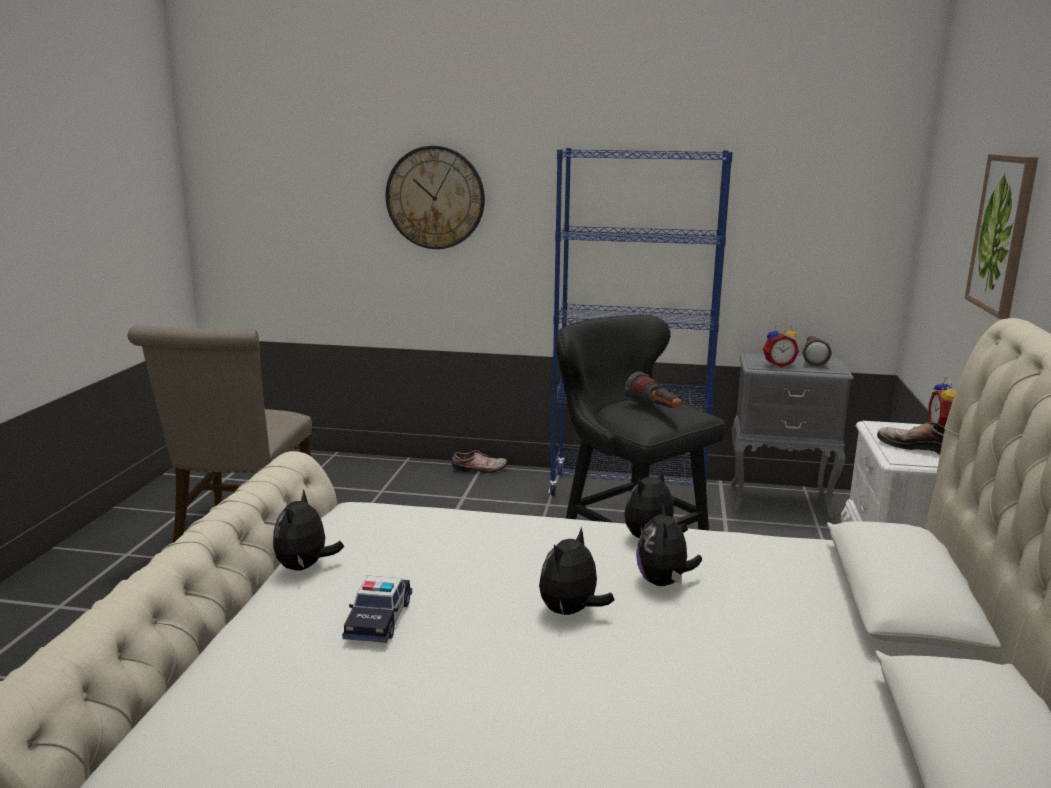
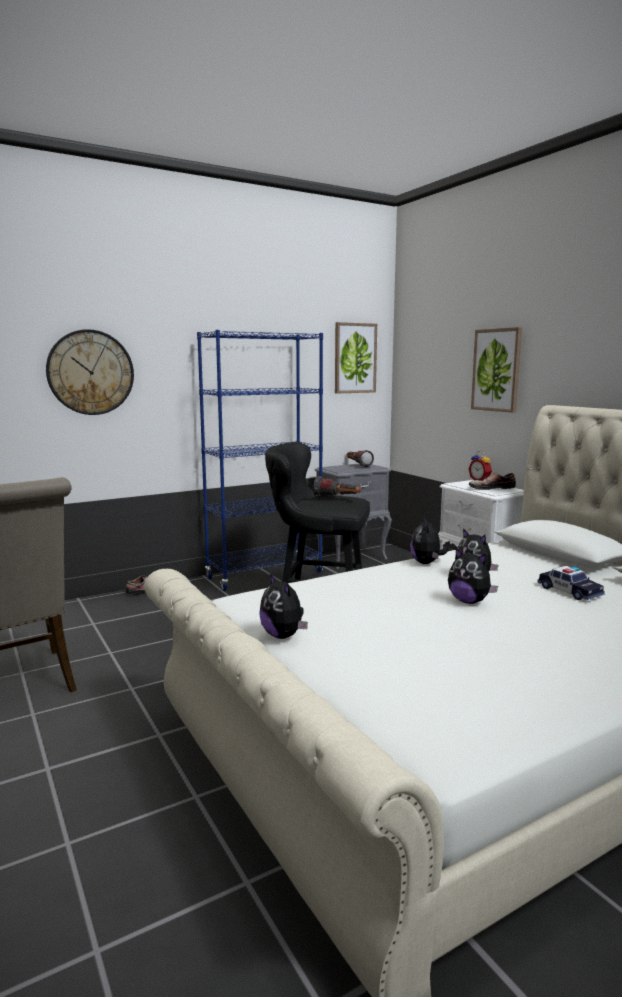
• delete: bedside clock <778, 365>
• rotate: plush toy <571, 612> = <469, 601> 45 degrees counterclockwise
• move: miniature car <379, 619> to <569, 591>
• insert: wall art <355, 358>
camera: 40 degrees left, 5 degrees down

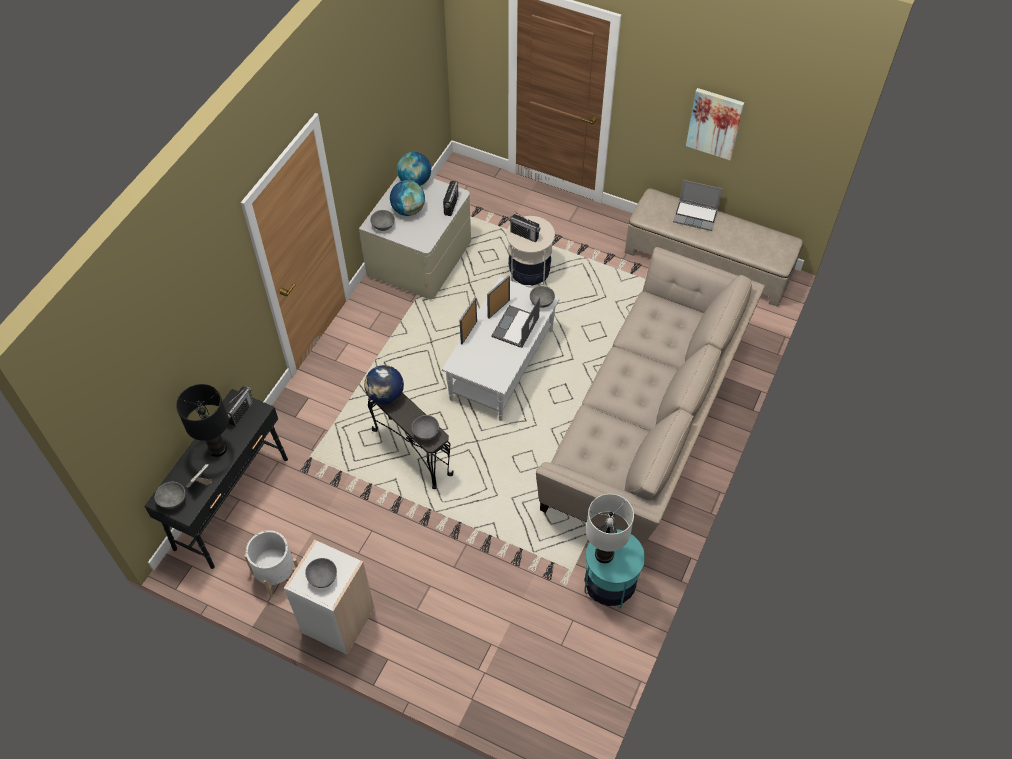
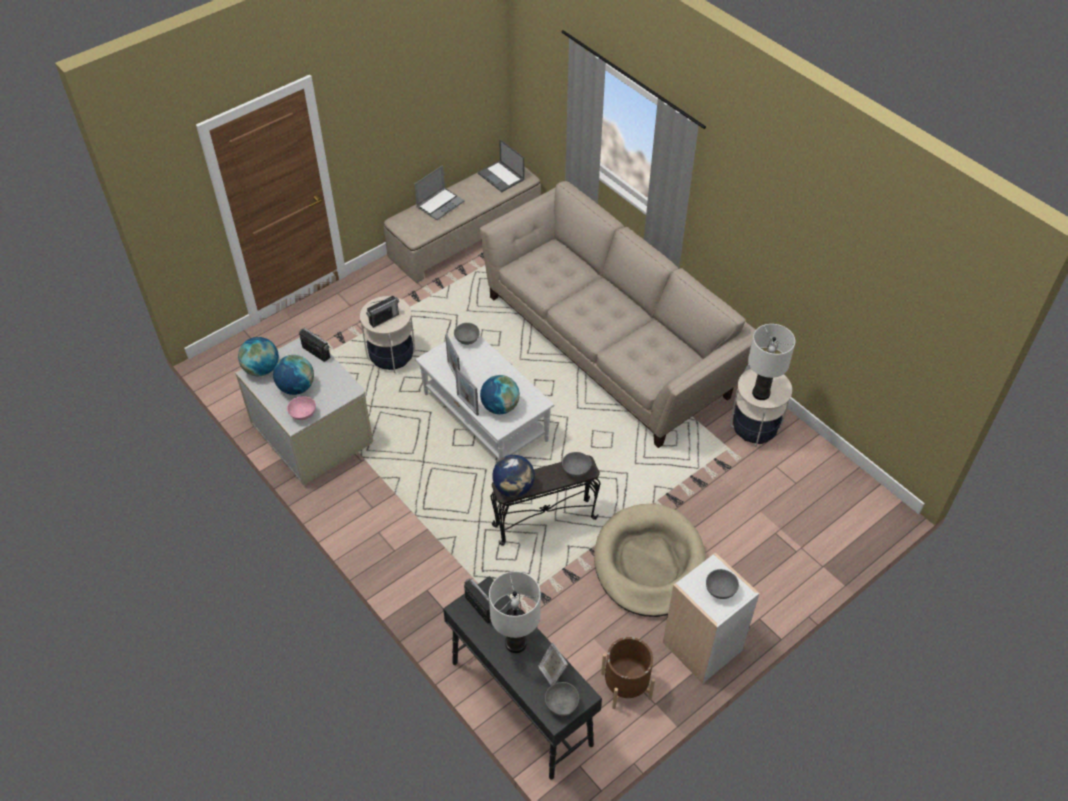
• delete: wall art <714, 123>
• recolor: deep dish (gray) <383, 227> to deep dish (pink) <303, 415>
• move: notebook computer <515, 327> to <501, 177>
• recolor: tabletop lamp (black-coloured) <217, 448> to tabletop lamp (whitish) <515, 643>
• recolor: accent table (blue-green) <609, 586> to accent table (sand-coloured) <754, 429>
• recolor: planter (whitish) <276, 573> to planter (brownish) <626, 685>
• insert: desk globe <500, 407>
• insert: dog bed (sand-coloured) <649, 563>
camera: 65 degrees left, 5 degrees down

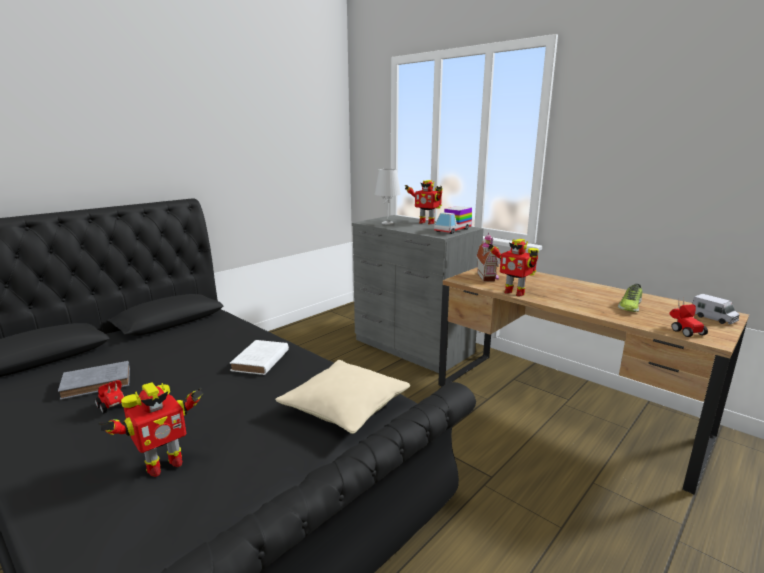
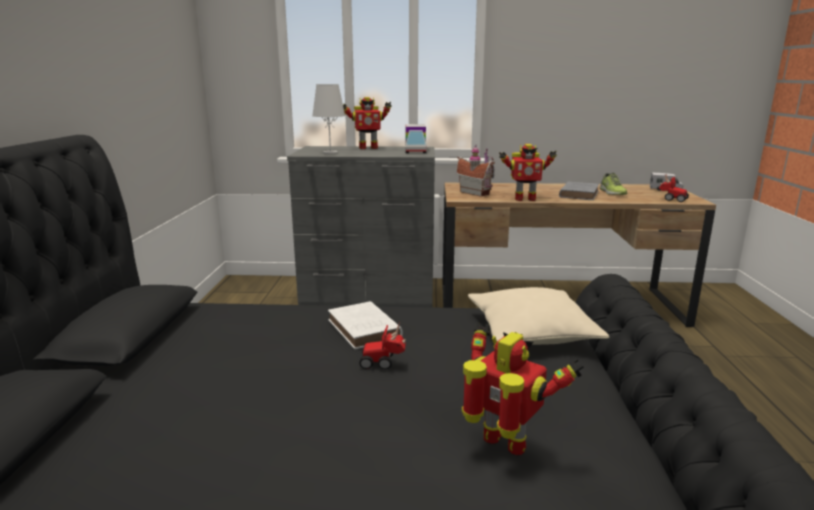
• move: bound book (gray) <99, 383> to <579, 194>
• move: miniature car <113, 407> to <383, 362>
• rotate: toy robot <163, 465> = <504, 446> 60 degrees counterclockwise
camera: 40 degrees left, 0 degrees up

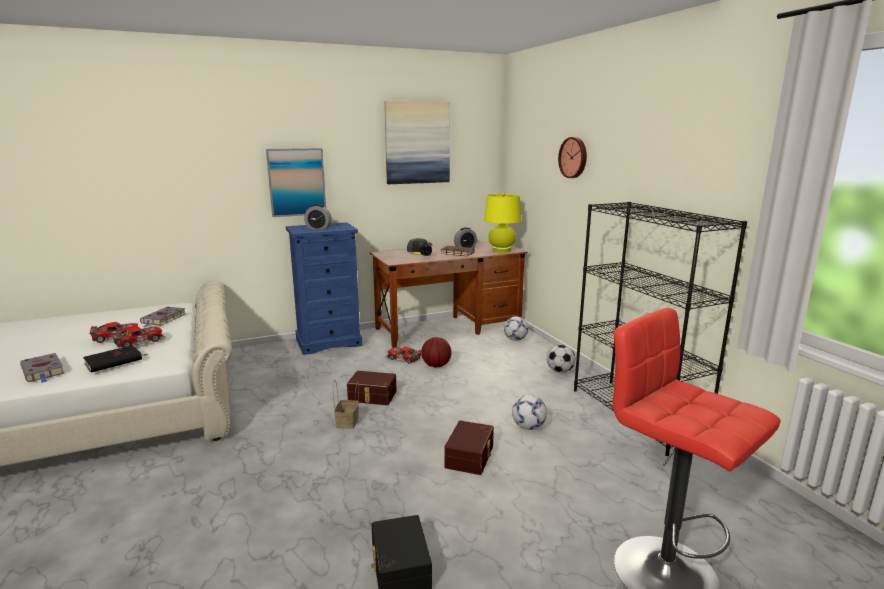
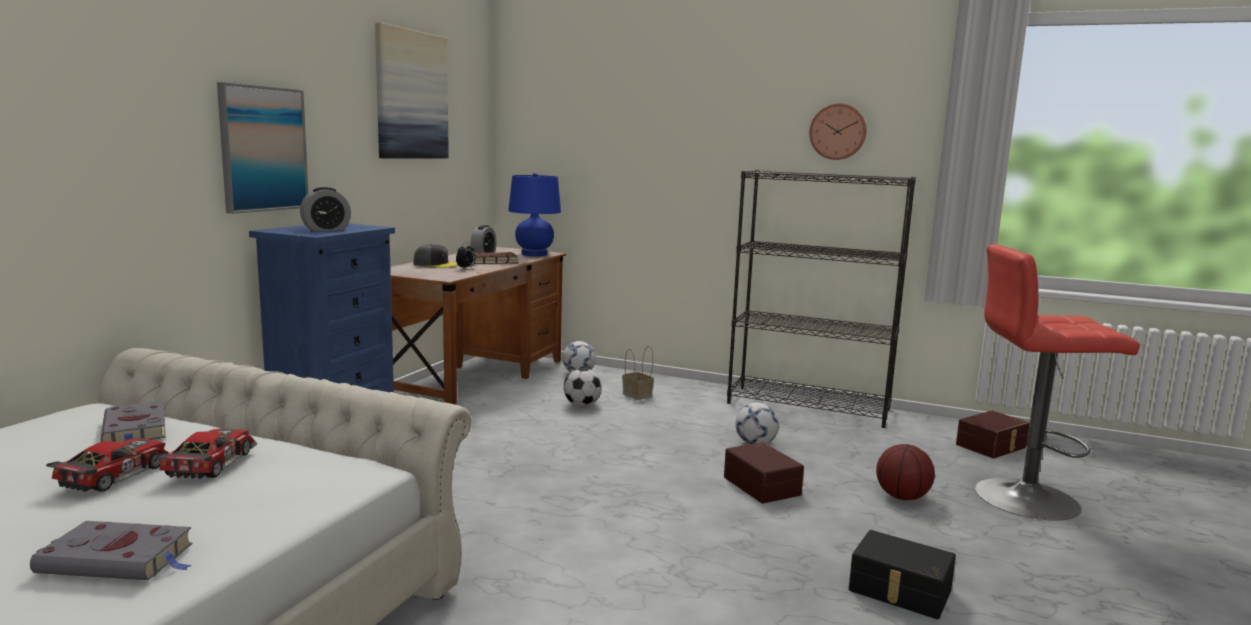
• move: wall clock <574, 157> to <838, 131>
• recolor: tabletop lamp (yellow-coloured) <501, 250> to tabletop lamp (blue) <534, 254>
• move: ball for basketball <436, 366> to <902, 497>
• delete: bound book (black-coloured) <115, 361>
• move: ball for football <560, 371> to <582, 405>
• delete: miniature car <403, 359>
• move: storage bin (brownish) <372, 396> to <992, 446>
• move: basket <347, 422> to <638, 395>
camera: 45 degrees left, 5 degrees down

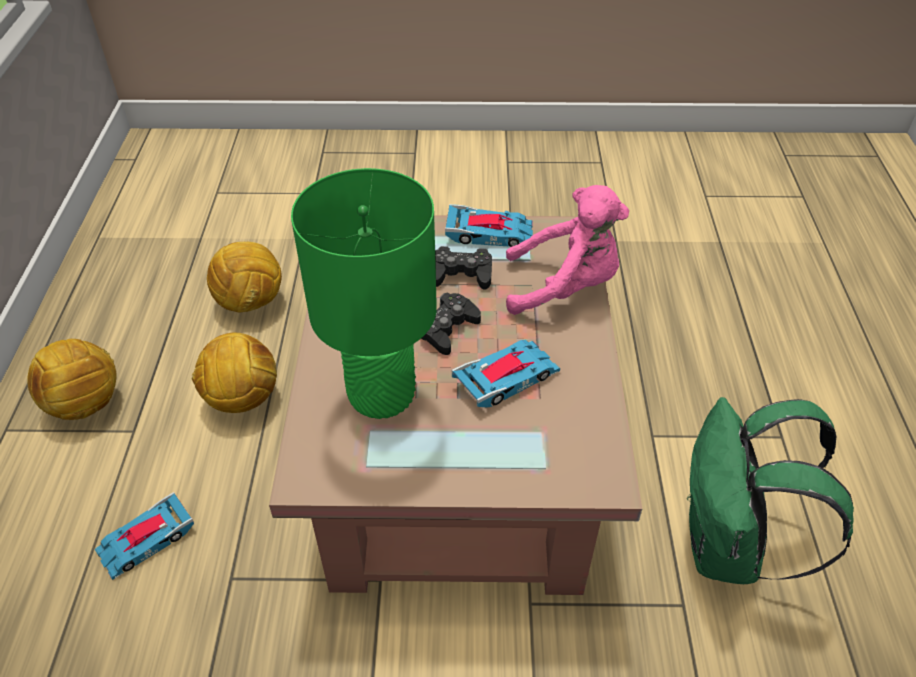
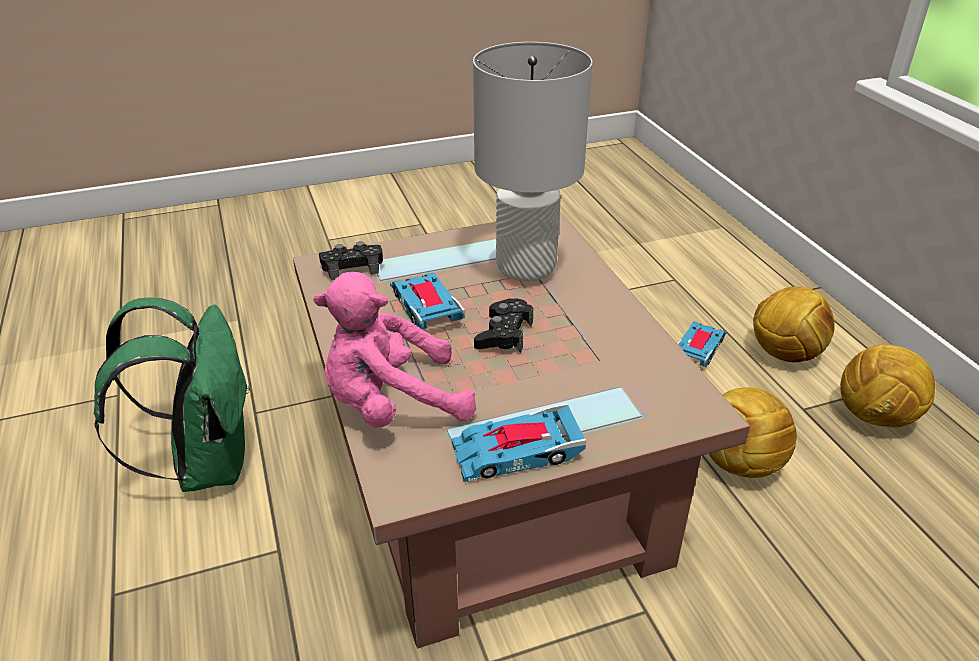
• recolor: tabletop lamp (green) <382, 400> to tabletop lamp (gray) <525, 270>
• move: ball for football <251, 302> to <784, 354>
• move: joypad (black-coloured) <461, 274> to <352, 266>
• rotate: miniature car <506, 377> = <426, 306> 120 degrees clockwise
camera: 160 degrees right, 10 degrees down

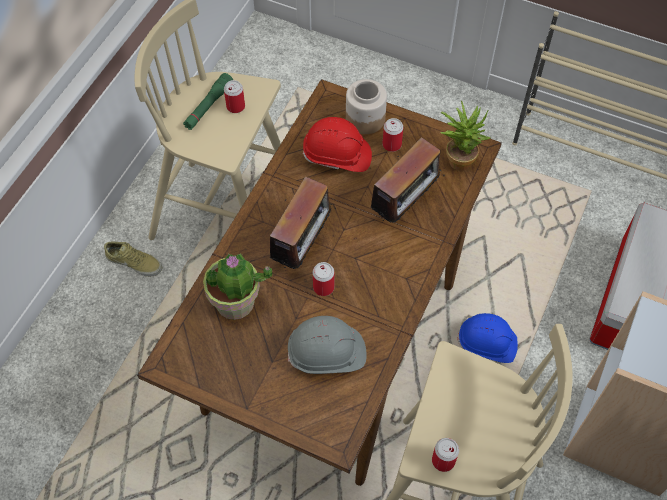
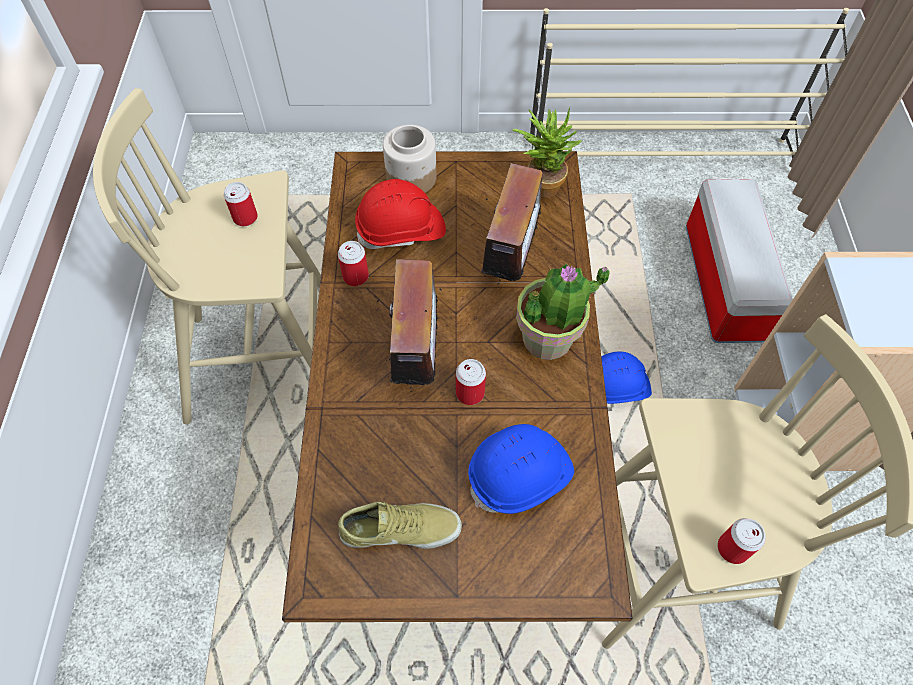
• delete: hand torch (green) <208, 106>
• move: sealed can <392, 144> to <355, 276>
• move: low shoe (sand-coloured) <135, 262> to <400, 528>
• move: plant in a pot <236, 303> to <548, 338>
• recolor: work helmet (gray) <327, 354> to work helmet (blue) <520, 475>
camera: 25 degrees left, 0 degrees up

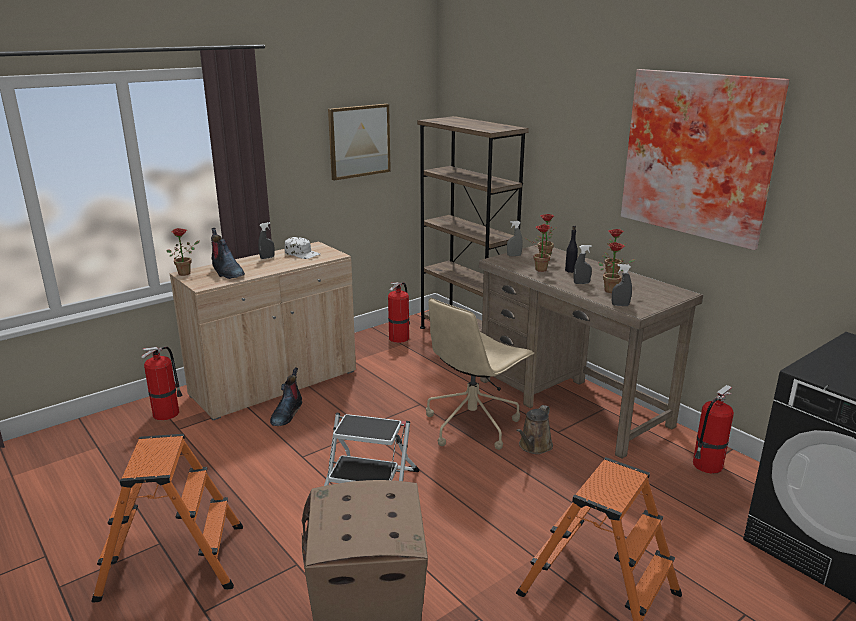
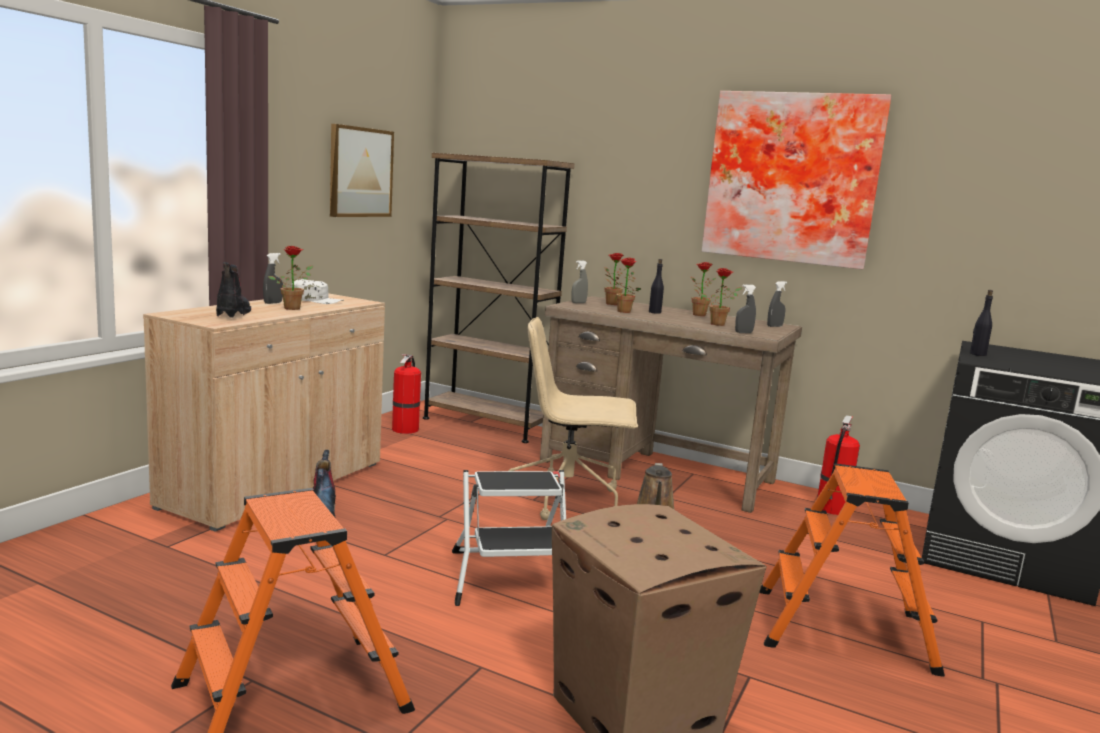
• move: plant in a pot <186, 273> to <294, 308>
• rotate: boot <226, 272> = <233, 313> 135 degrees counterclockwise
• move: hand sprayer (gray) <581, 283> to <774, 326>
• rotate: desk chair (sand-coloured) <474, 424> = <571, 500> 75 degrees clockwise
• delete: fire extinguisher <167, 413>
• insert: drink bottle (black-coloured) <977, 354>
camera: 25 degrees left, 10 degrees down

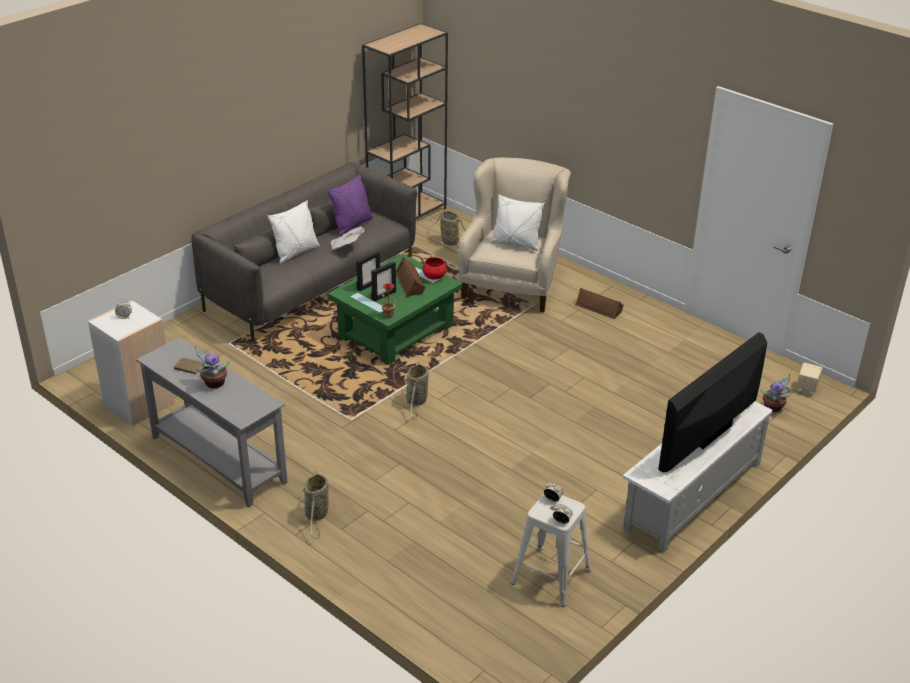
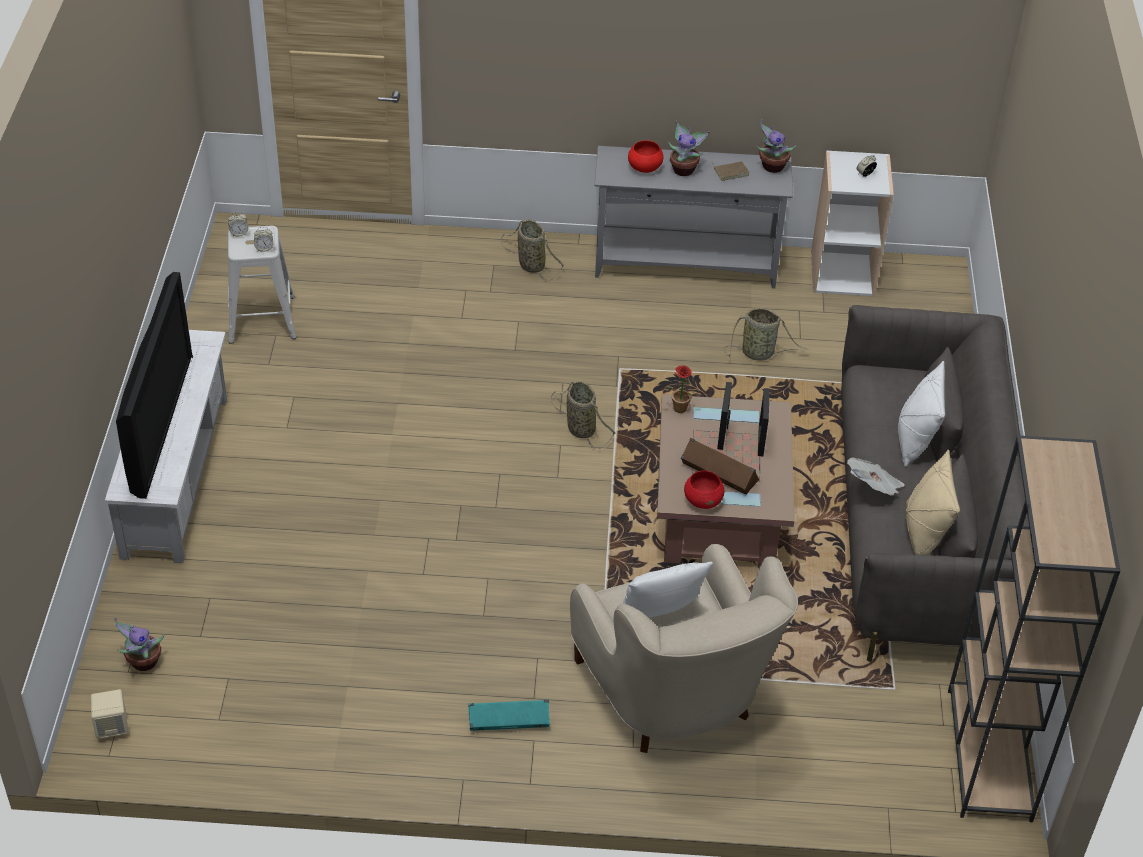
• recolor: cushion (purple-coloured) <352, 225> to cushion (sand-coloured) <923, 533>
• move: basket <448, 241> to <760, 353>
• recolor: low table (green) <396, 331> to low table (brownish) <719, 512>
• recolor: audio speaker (brownish) <599, 307> to audio speaker (blue-green) <508, 721>
• insert: plant in a pot <771, 166>
• insert: deep dish (red-coloured) <645, 168>
camera: 140 degrees right, 10 degrees up

